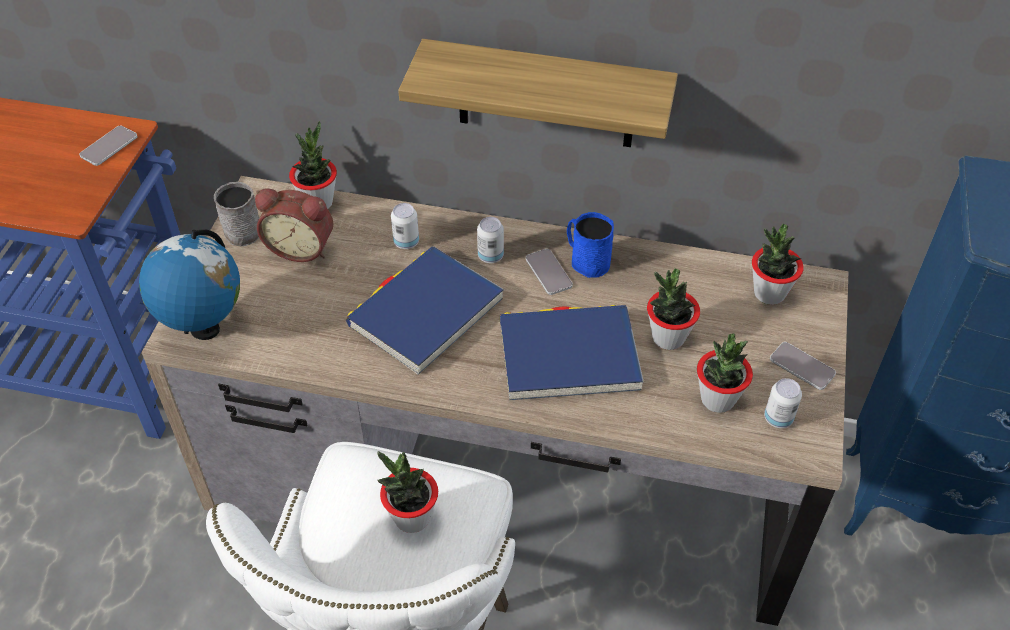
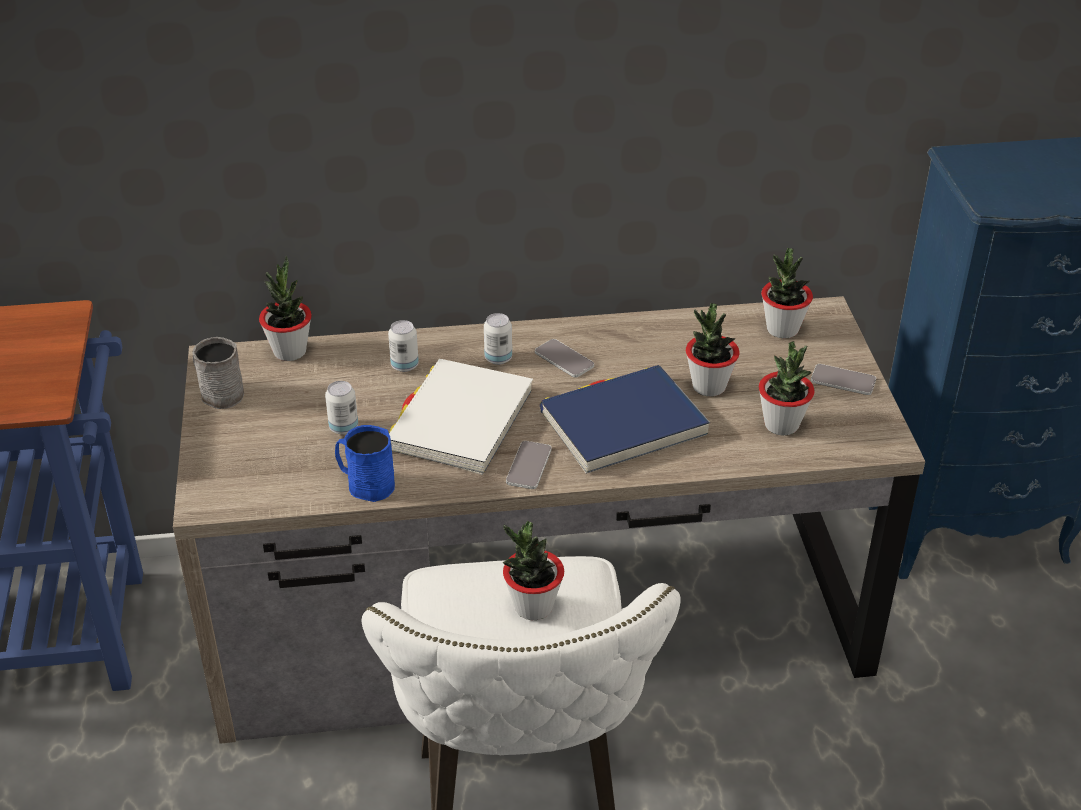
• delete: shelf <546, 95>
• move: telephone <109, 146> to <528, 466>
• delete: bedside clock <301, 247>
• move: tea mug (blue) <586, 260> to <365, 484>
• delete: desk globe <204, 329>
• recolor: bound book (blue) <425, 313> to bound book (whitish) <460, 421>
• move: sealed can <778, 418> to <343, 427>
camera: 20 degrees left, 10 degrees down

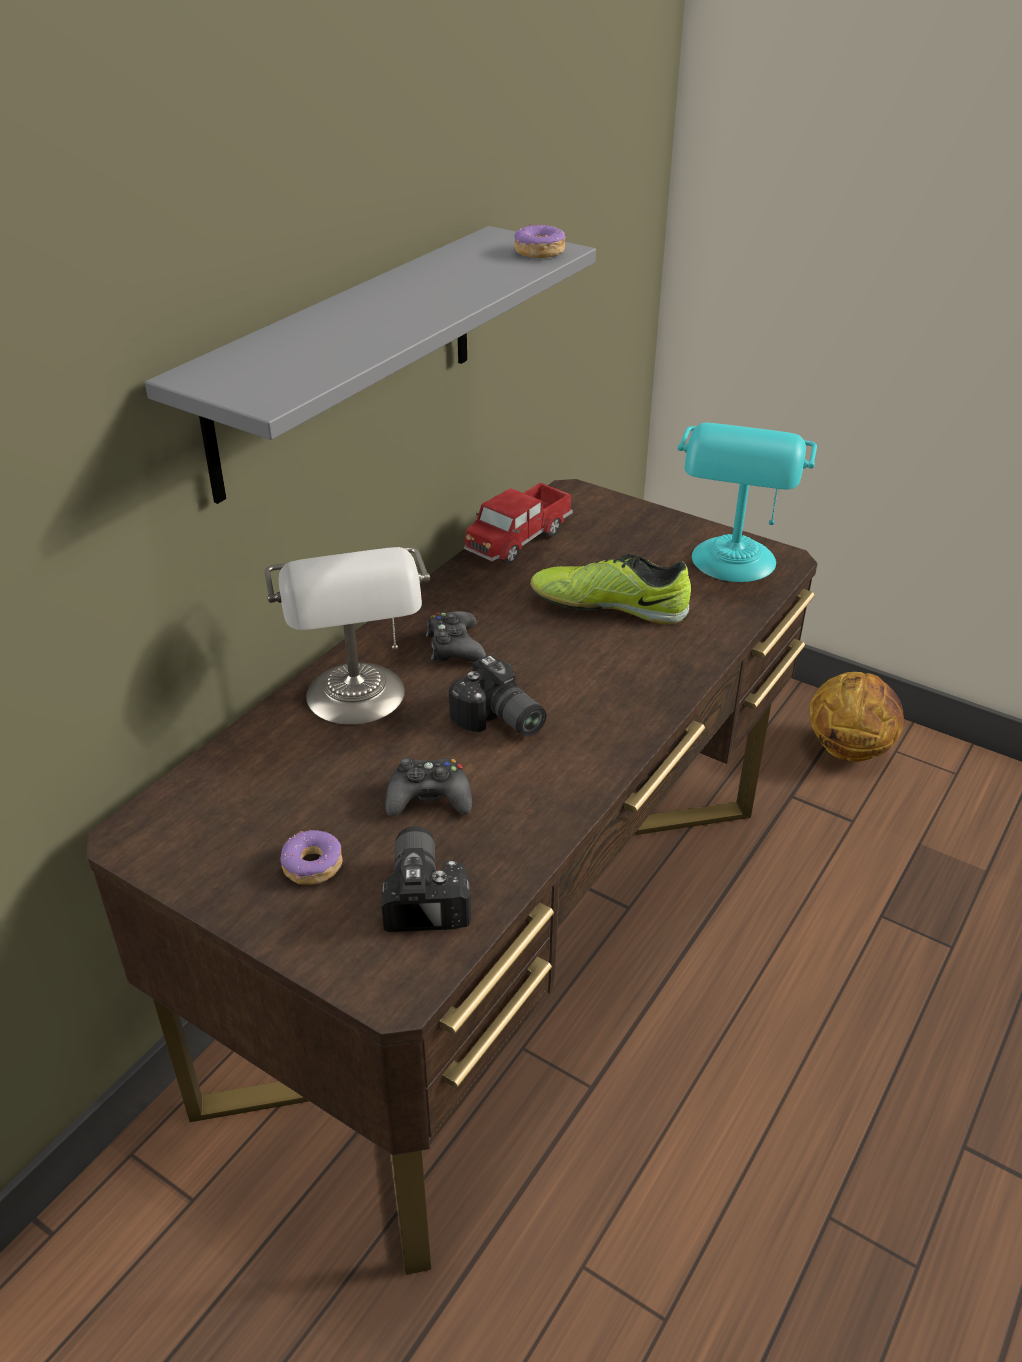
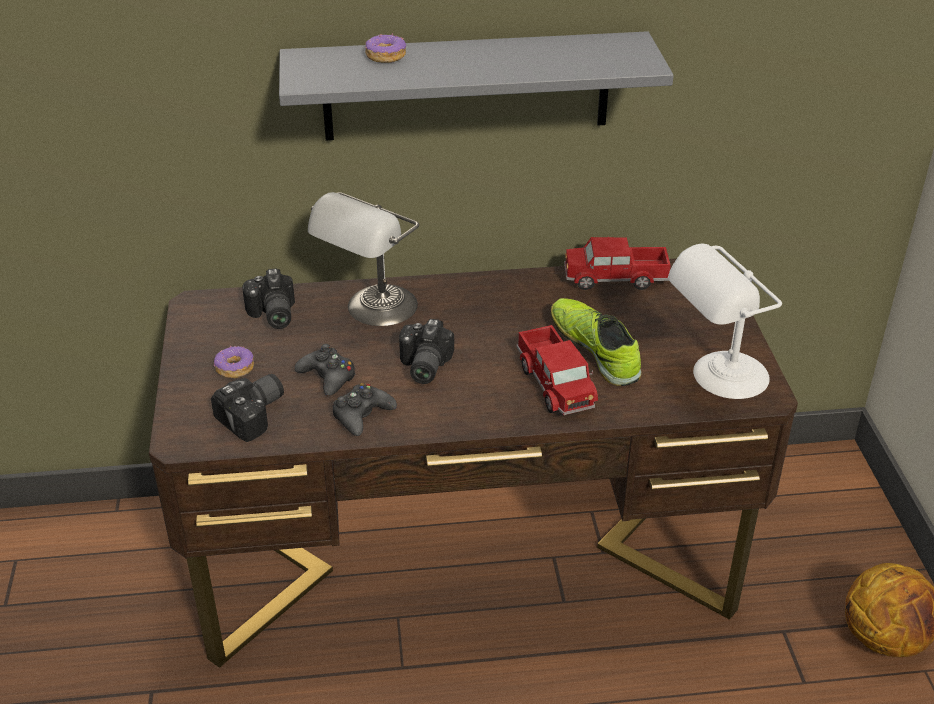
• move: doughnut <539, 252> to <385, 56>
• recolor: tabletop lamp (blue-green) <733, 569> to tabletop lamp (whitish) <718, 380>
• move: joypad (black-coloured) <454, 646> to <362, 415>
• insert: still camera <271, 315>
• insert: model truck <555, 383>
camera: 50 degrees right, 0 degrees up

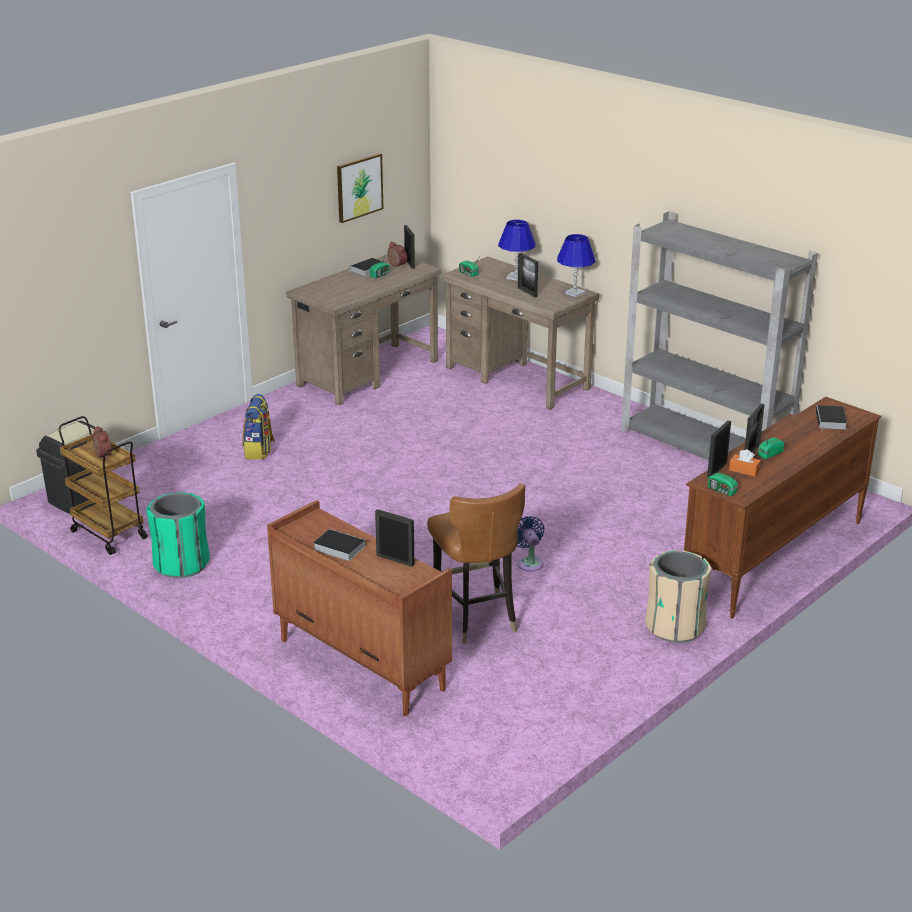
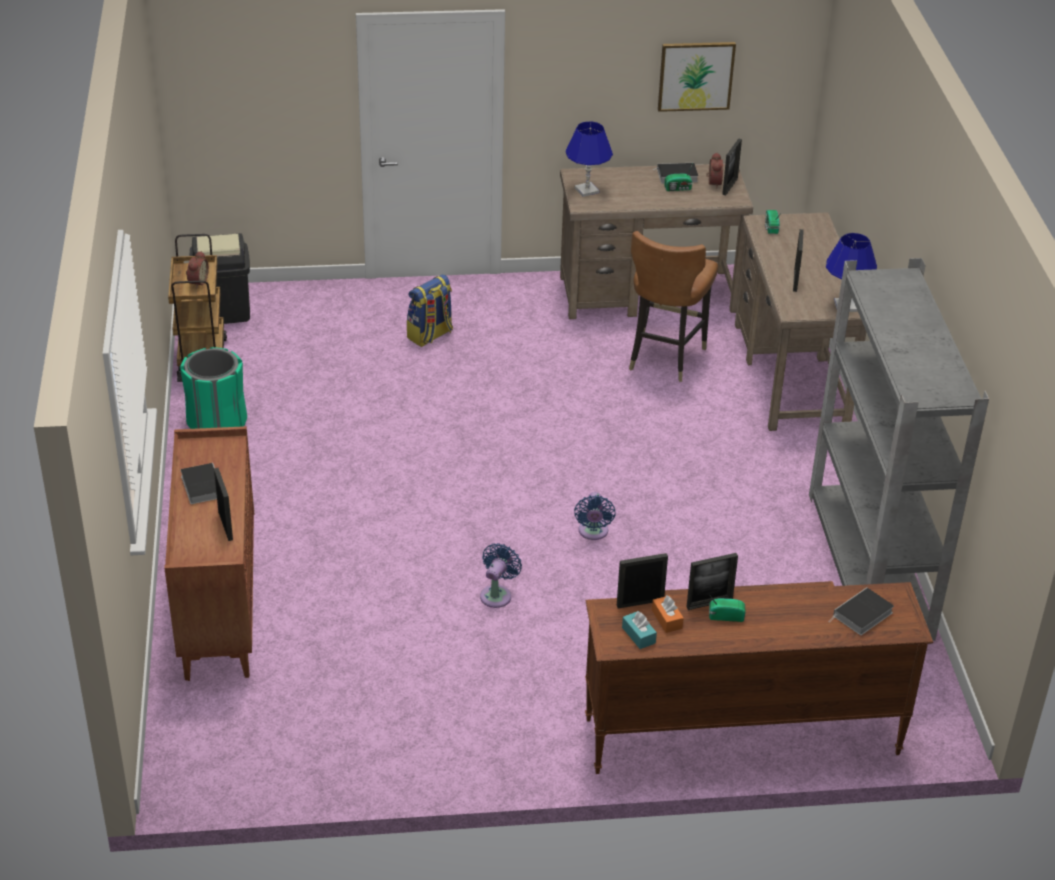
• move: tabletop lamp (blue) <516, 277> to <587, 190>
• delete: radio set <722, 490>
• move: plain chair (brownish) <476, 618> to <664, 357>
• delete: waste bin (sand-coloured) <675, 627>
• insert: electric fan (blue) <593, 532>
• insert: box of tissues (blue-green) <638, 635>
camera: 40 degrees right, 10 degrees up

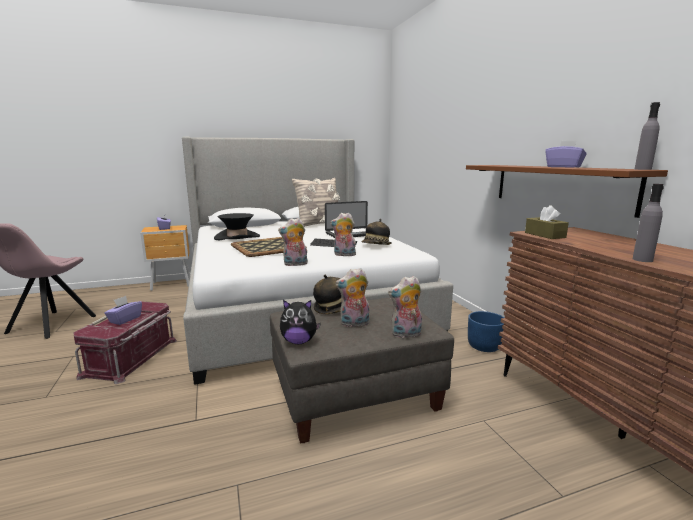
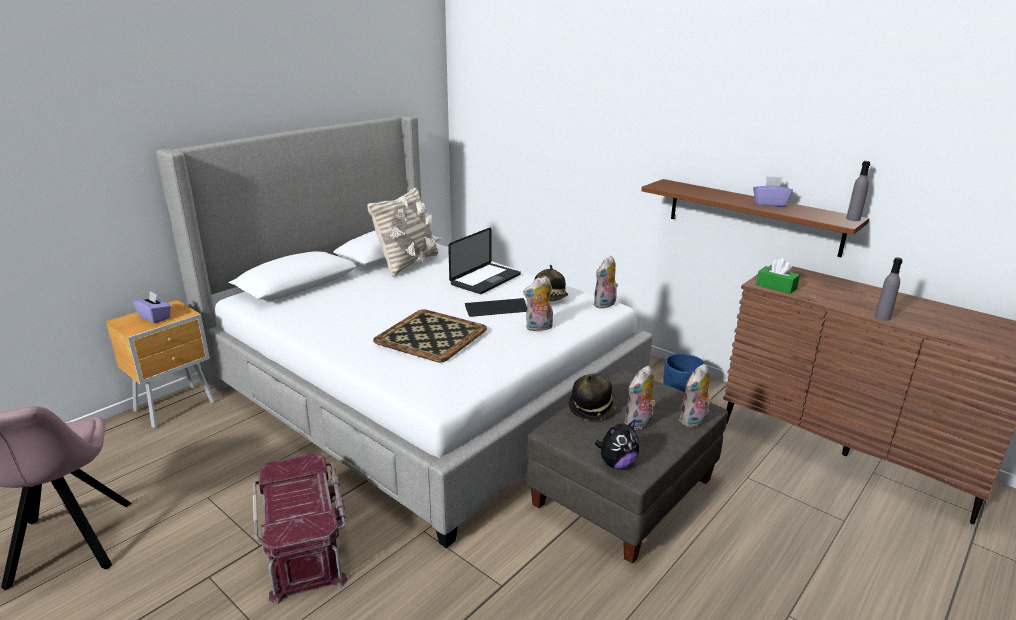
• recolor: box of tissues (brownish) <544, 235> to box of tissues (green) <776, 286>
• delete: wearable hat (black-coloured) <237, 237>
• move: plush toy <295, 264> to <605, 305>
• delete: box of tissues (purple-coloured) <125, 319>
camera: 30 degrees left, 10 degrees up

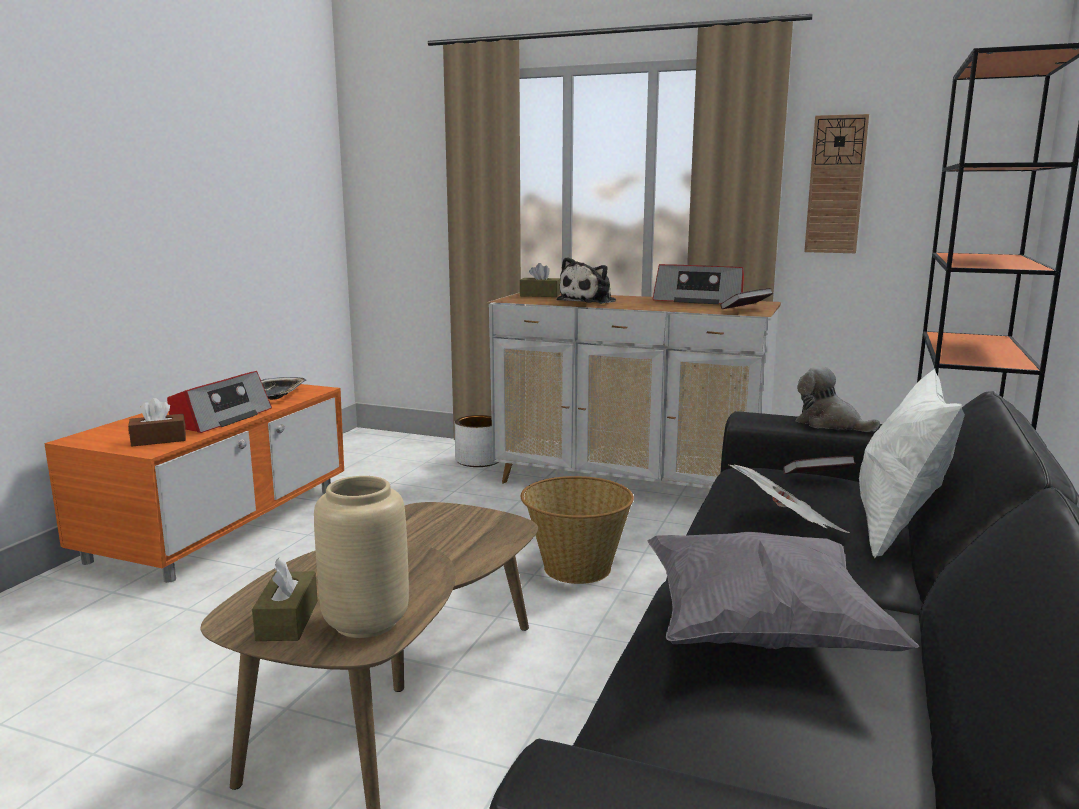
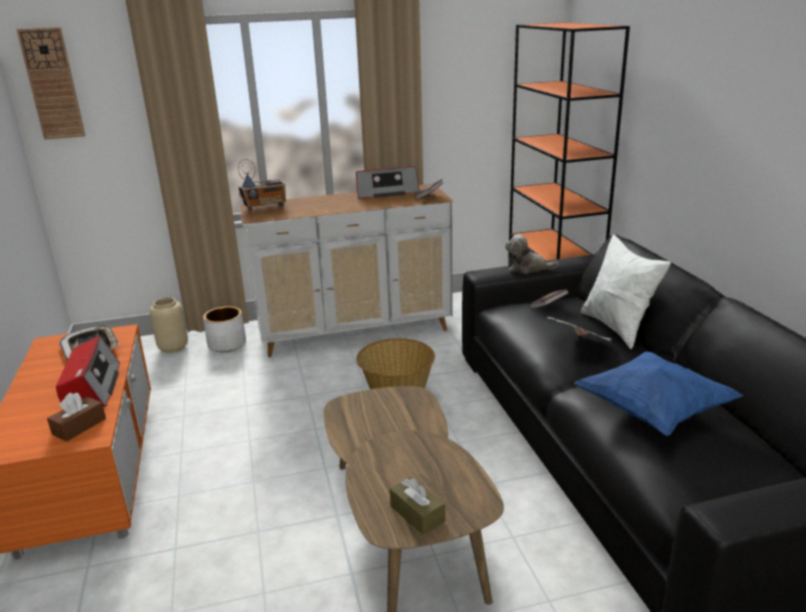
• move: wall clock <835, 185> to <52, 84>
• delete: plush toy <589, 301>
• replace: box of tissues (brownish) <540, 295> to radio set <265, 207>
• move: vase (sand-coloured) <364, 622> to <172, 348>
• recolor: cushion (gray) <761, 632> to cushion (blue) <652, 412>
camera: 35 degrees left, 10 degrees up

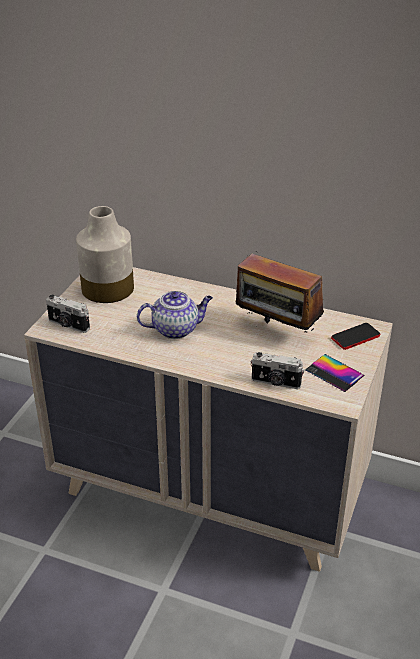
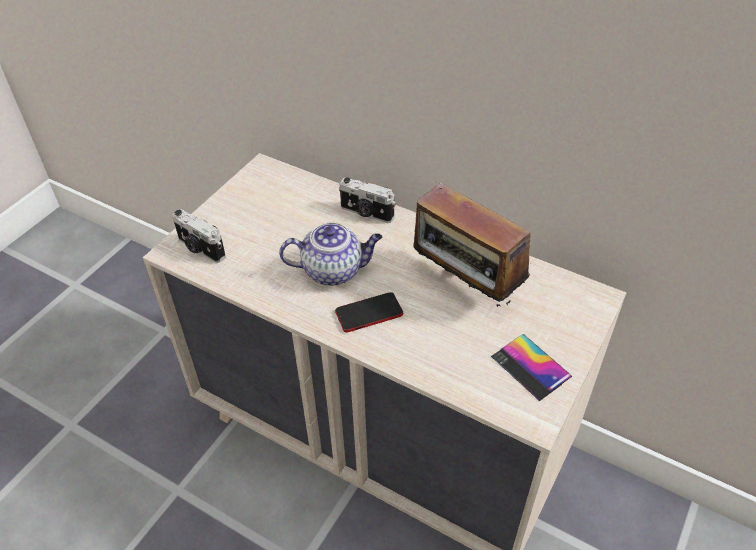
• delete: vase (sand-coloured) <108, 287>
• move: telephone <355, 337> to <369, 313>
• move: still camera <275, 382> to <366, 213>
camera: 10 degrees right, 10 degrees up

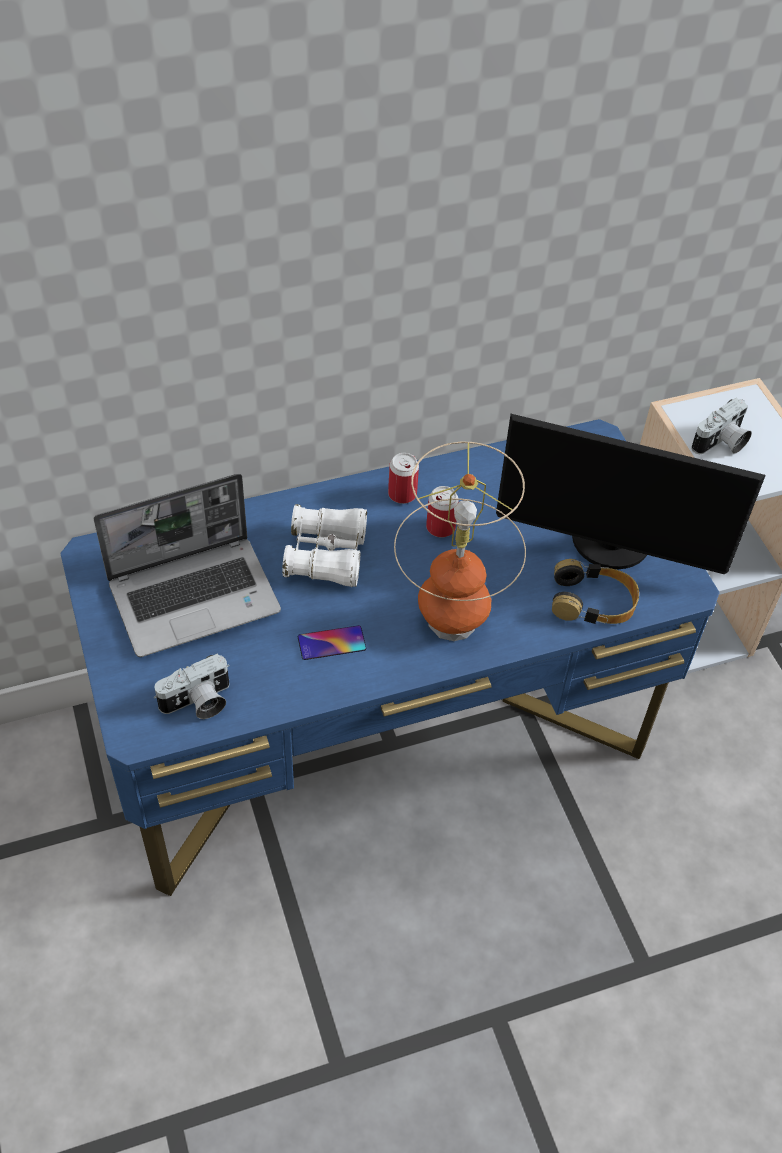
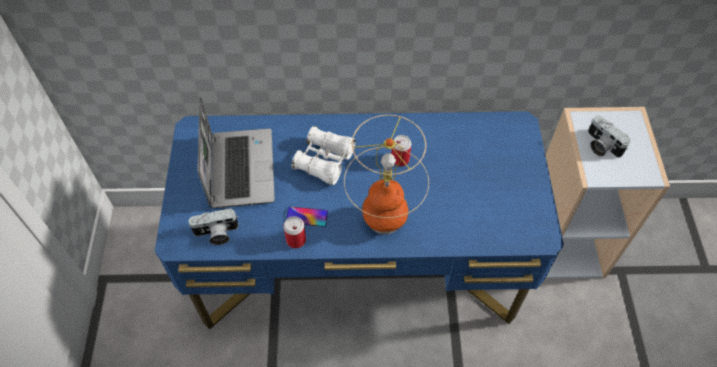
• rotate: still camera <721, 443> = <601, 145> 75 degrees clockwise
• delete: monitor <610, 545>
• move: sealed can <402, 494> to <296, 240>
• rotate: notebook computer <195, 596> = <240, 168> 90 degrees counterclockwise
• delete: headset <593, 601>
camera: 20 degrees right, 5 degrees up

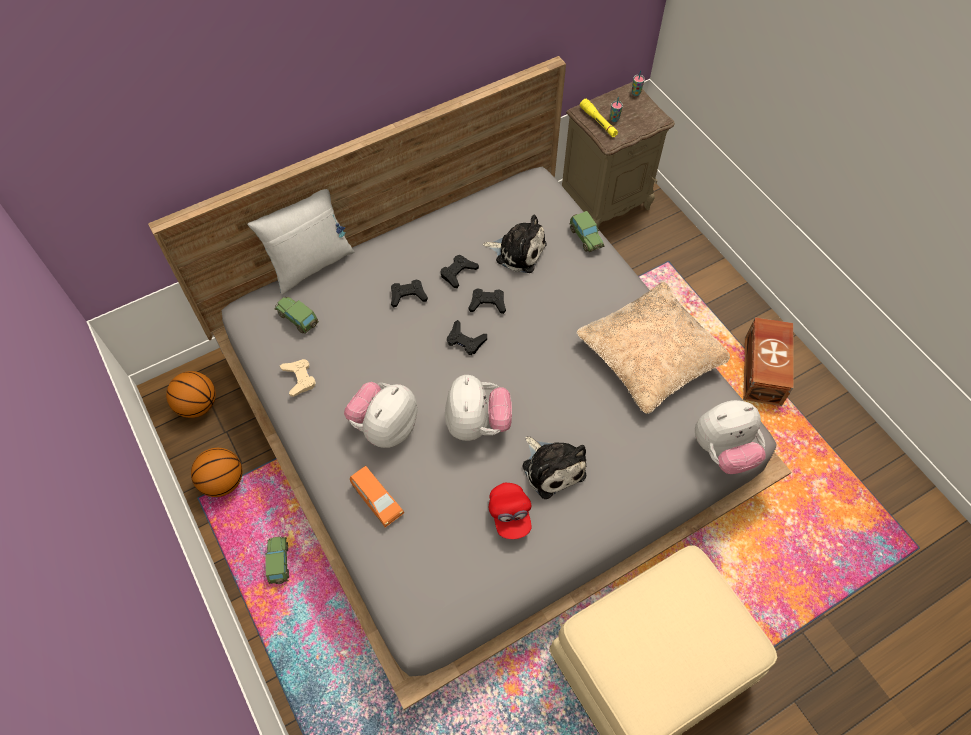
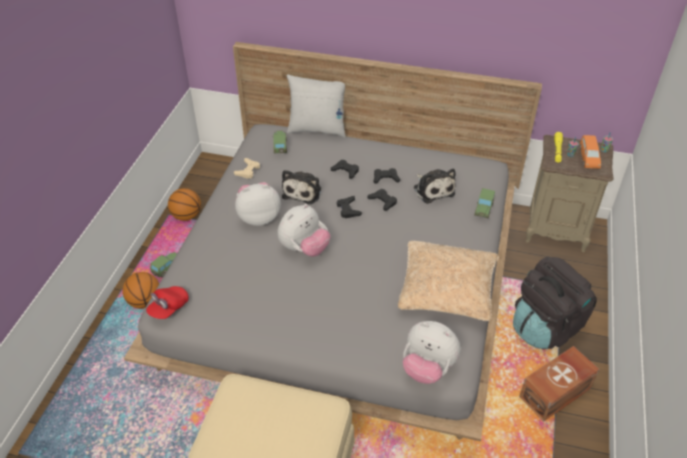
• move: ball for basketball <198, 405> to <145, 301>
• move: plush toy <552, 467> to <303, 191>
• move: miniature car (orange) <377, 499> to <588, 158>
• move: baseball cap (red-coloured) <510, 515> to <169, 308>
• insert: knapsack (black-coloured) <546, 327>
camera: 45 degrees right, 15 degrees down

